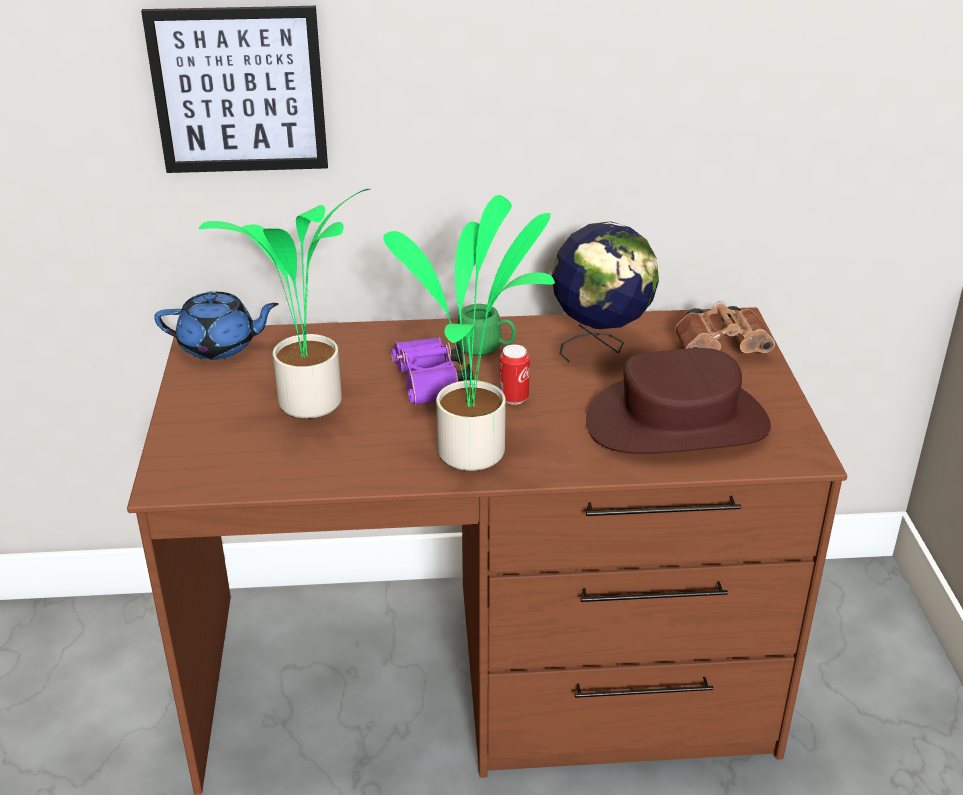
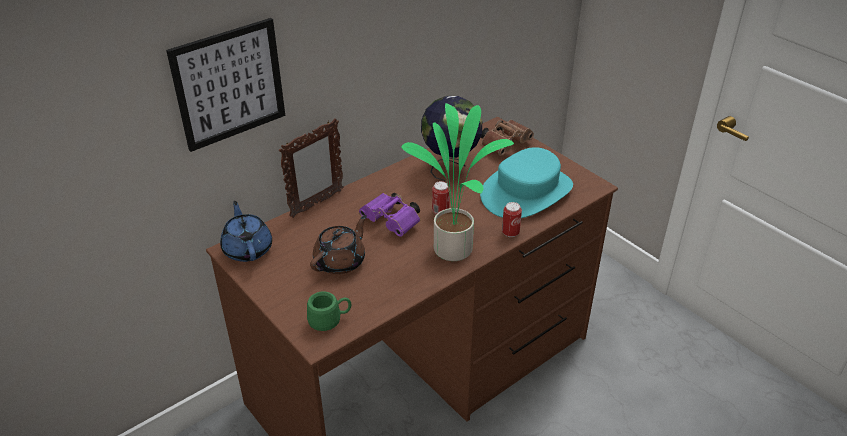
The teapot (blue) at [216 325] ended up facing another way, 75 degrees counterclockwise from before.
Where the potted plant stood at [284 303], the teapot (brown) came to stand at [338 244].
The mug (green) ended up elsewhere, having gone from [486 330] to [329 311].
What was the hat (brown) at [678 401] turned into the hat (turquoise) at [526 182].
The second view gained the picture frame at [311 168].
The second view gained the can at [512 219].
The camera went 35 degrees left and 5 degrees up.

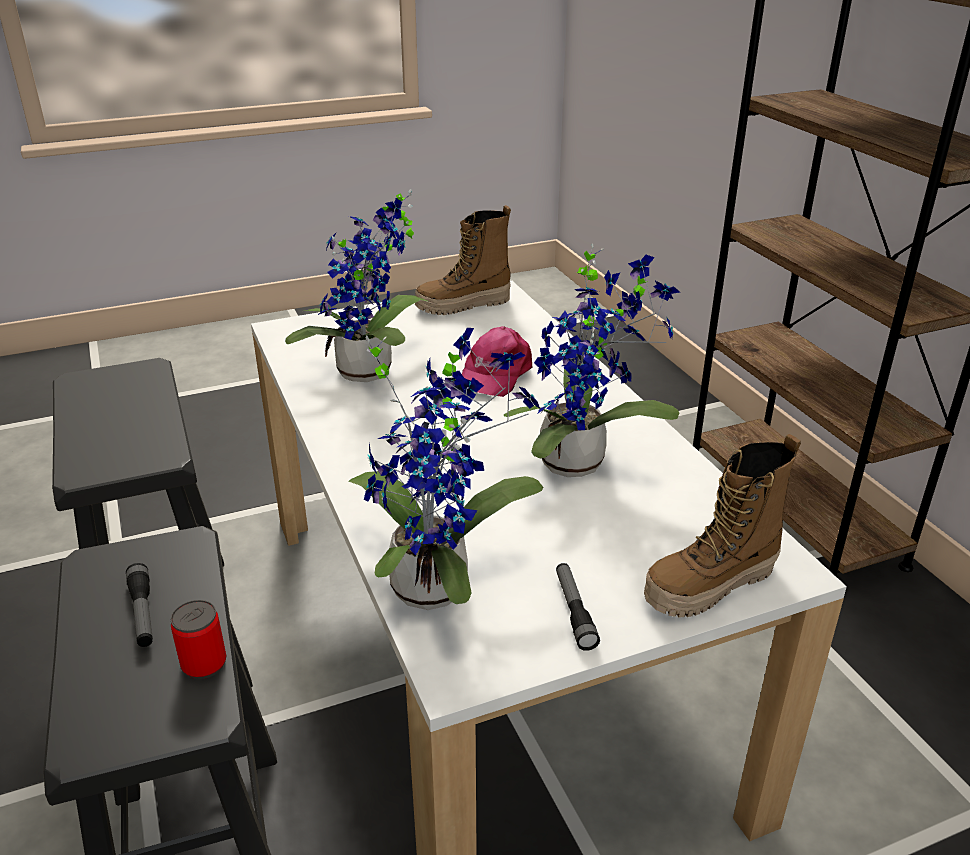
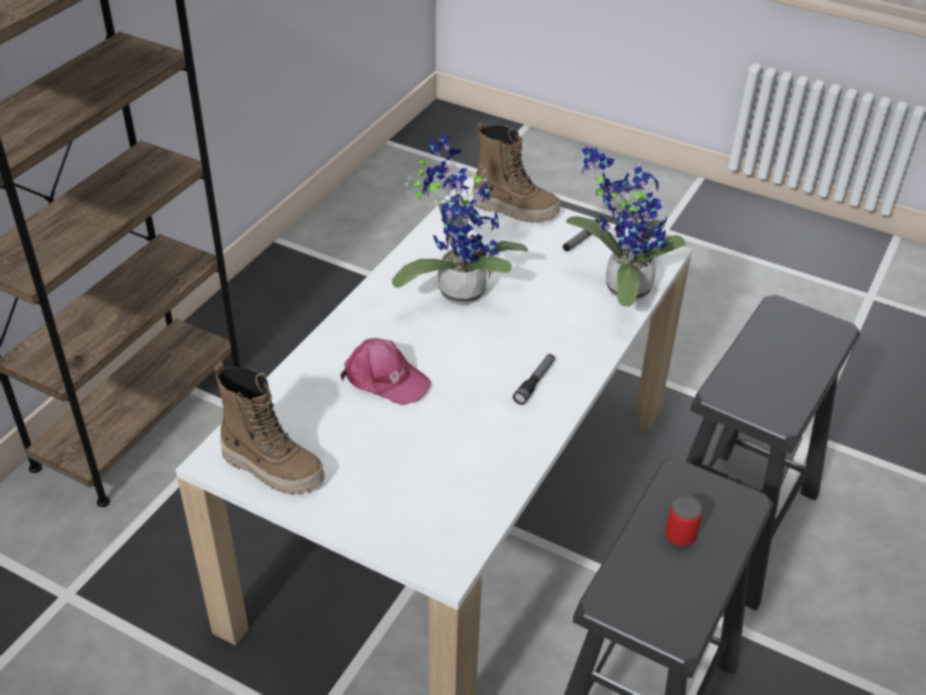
The flashlight ended up elsewhere, having gone from [139 605] to [534 379].
The can ended up elsewhere, having gone from [198 639] to [683 521].
The second view lost the potted plant at [357 285].
The cap (pink) at [497 361] ended up facing another way, 45 degrees clockwise from before.
The camera went 130 degrees left and 10 degrees up.

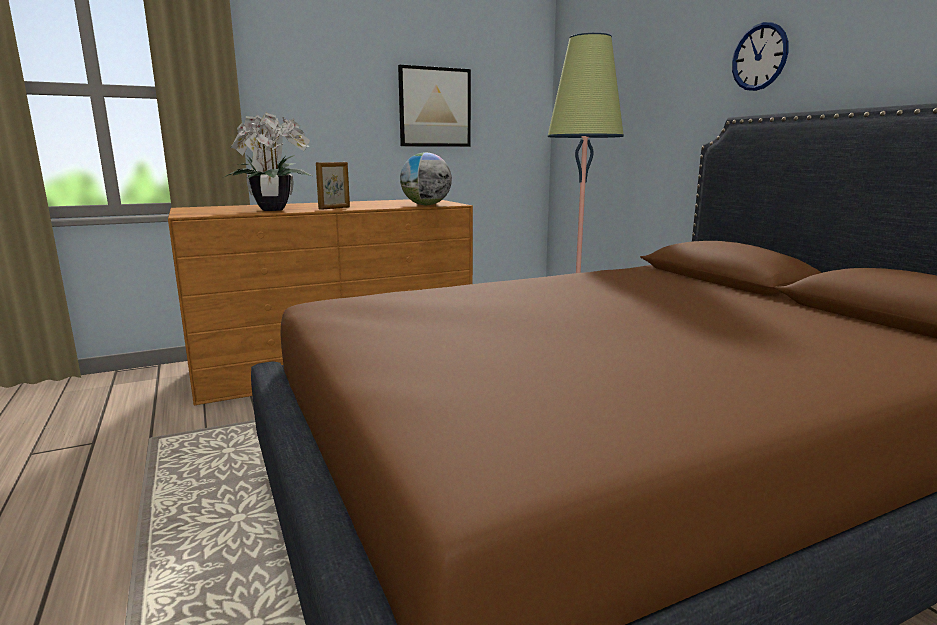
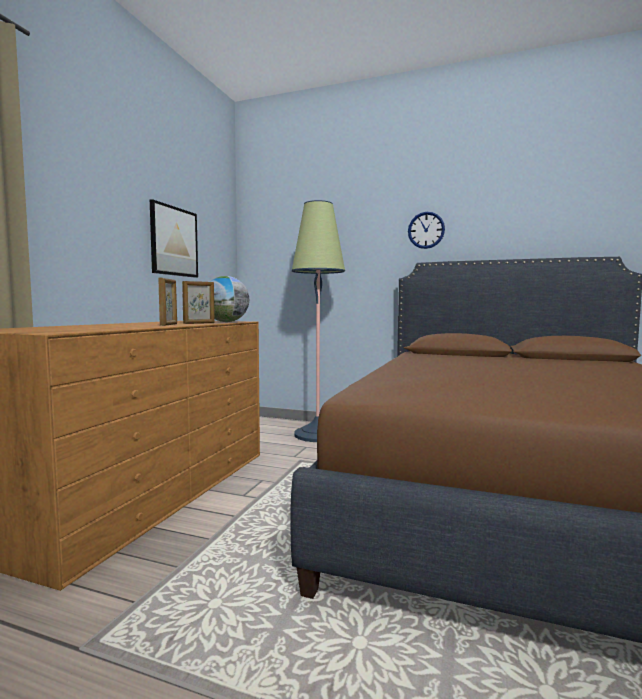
The second view lost the potted plant at [268 161].
The second view gained the picture frame at [198 302].
The camera went 45 degrees left and 10 degrees down.

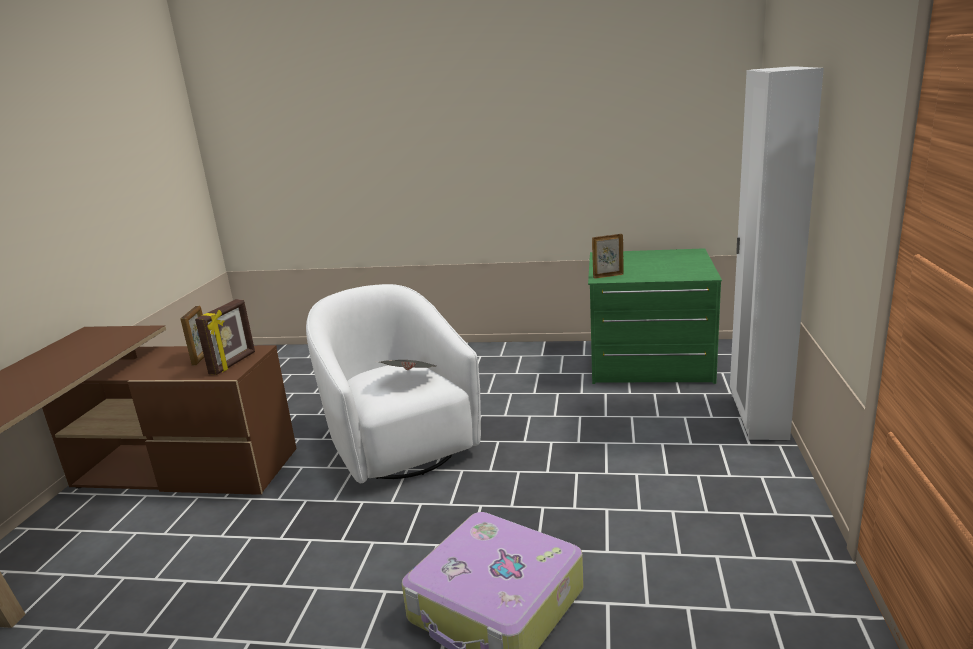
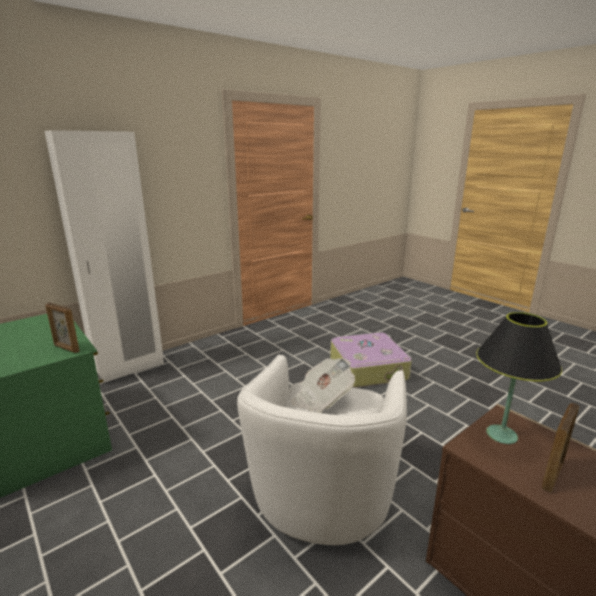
Where the picture frame stood at [225 337], the table lamp (black) came to stand at [519 378].
The camera went 140 degrees left and 0 degrees up.

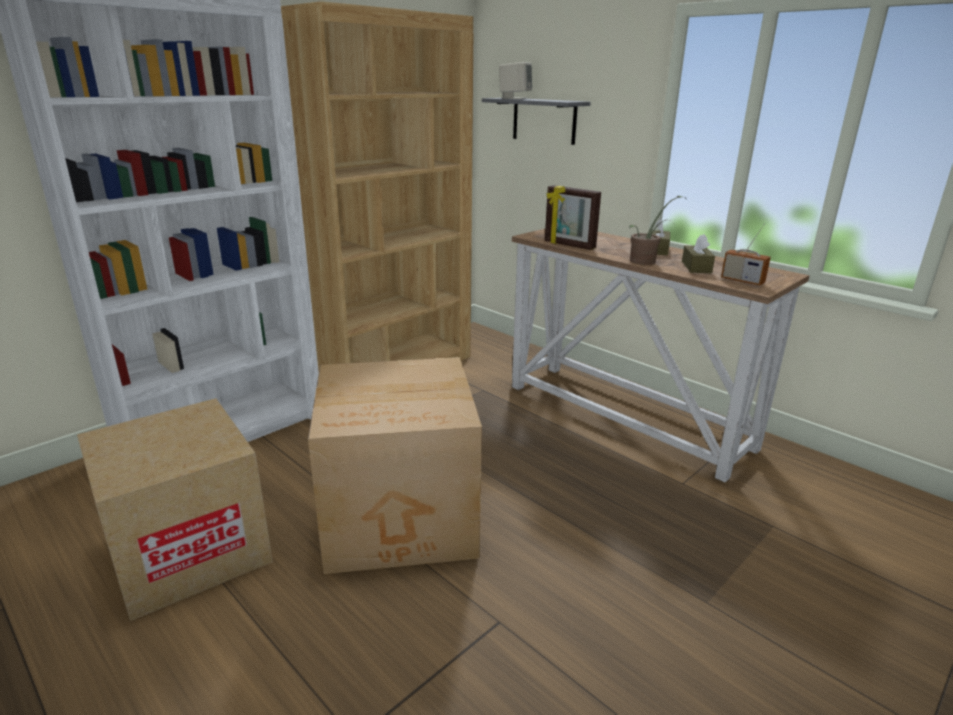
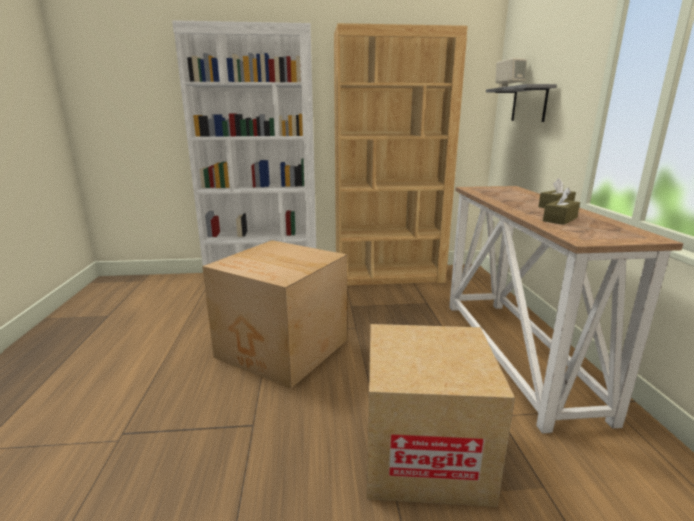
The cardboard box ended up elsewhere, having gone from [175 509] to [441 415].
The second view lost the picture frame at [573 217].
The second view lost the potted plant at [657 230].
The second view lost the radio at [746 254].
The camera went 40 degrees right and 5 degrees down.

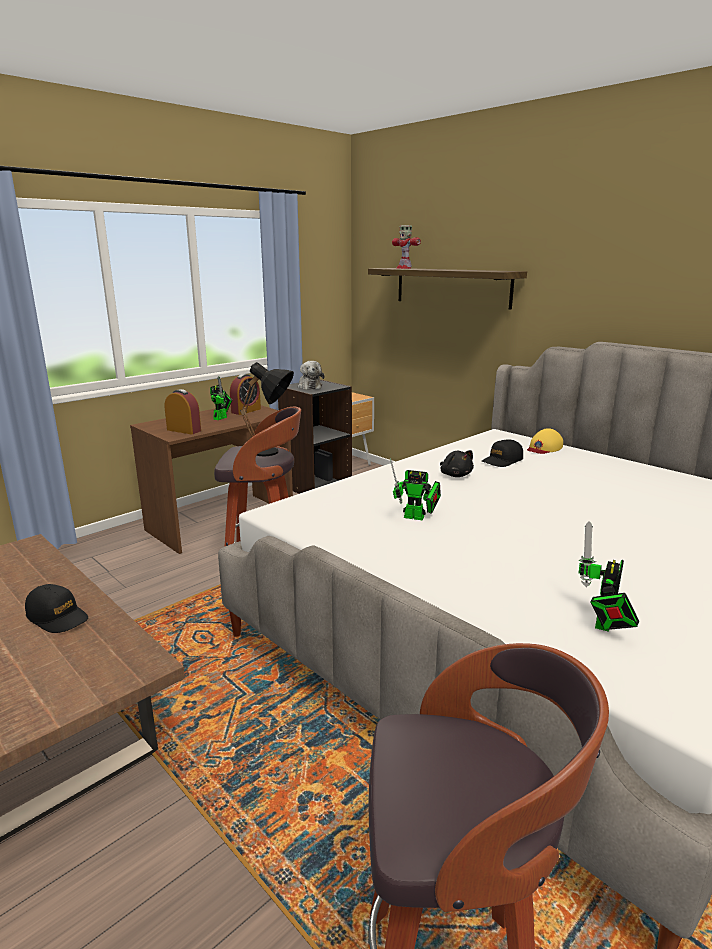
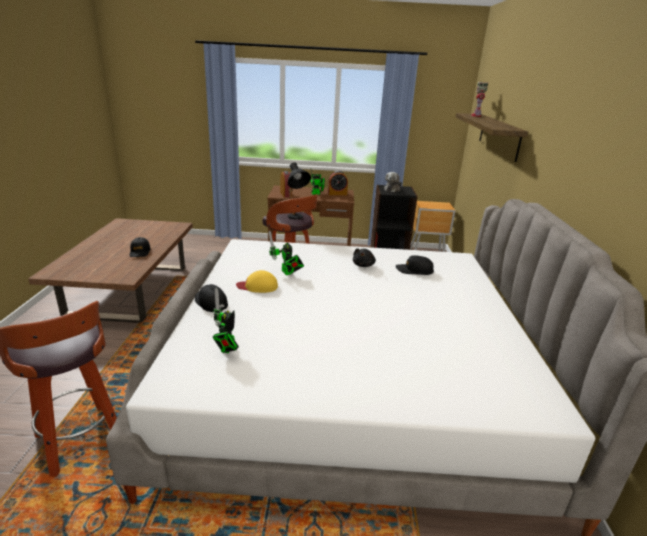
The cap (yellow) ended up elsewhere, having gone from [545 441] to [257 281].
The toy robot at [609 576] ended up facing another way, 60 degrees counterclockwise from before.
The second view gained the cap (black) at [211 298].
The camera went 45 degrees right and 5 degrees up.

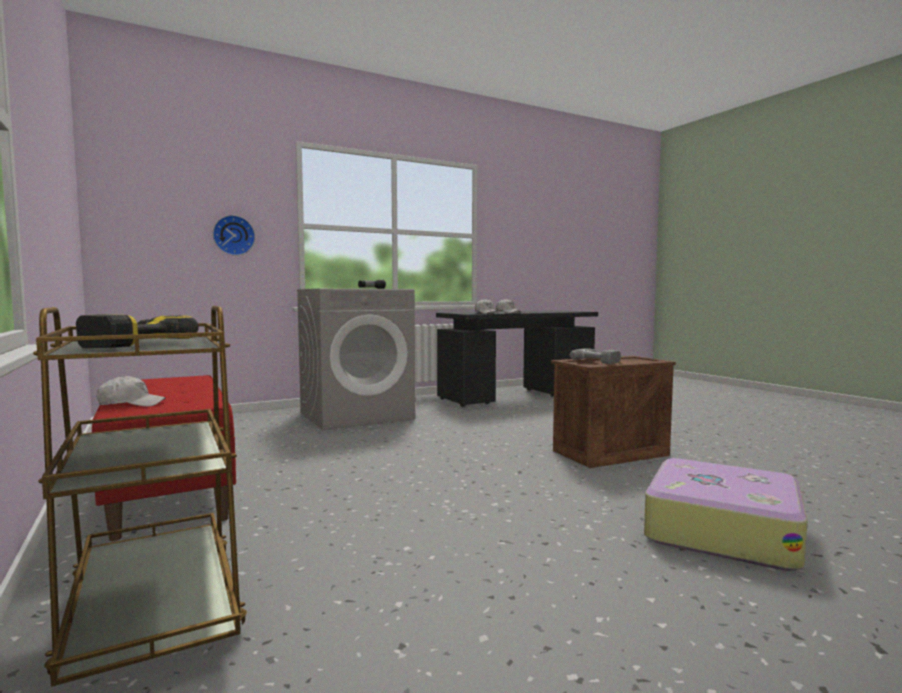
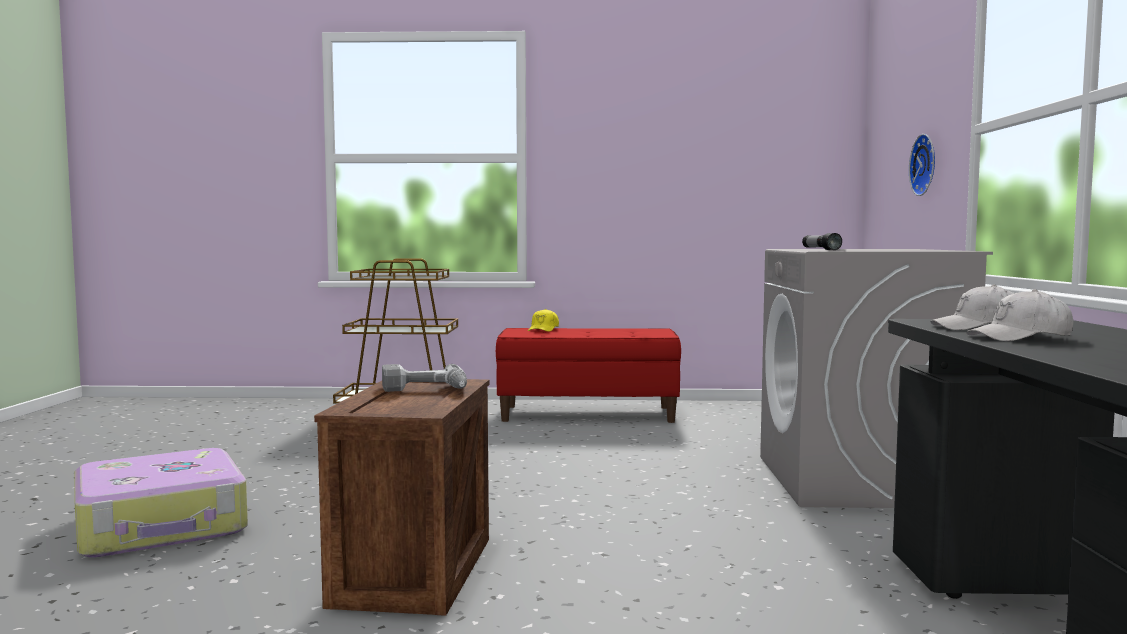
The second view lost the power drill at [137 331].
What was the cap (white) at [131 391] turned into the cap (yellow) at [543 320].
The camera went 120 degrees right and 0 degrees up.

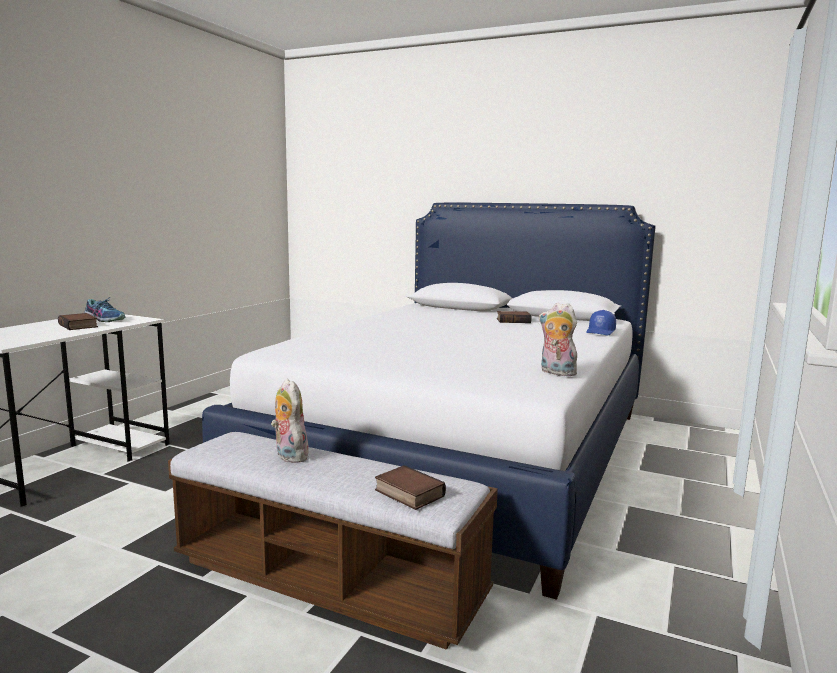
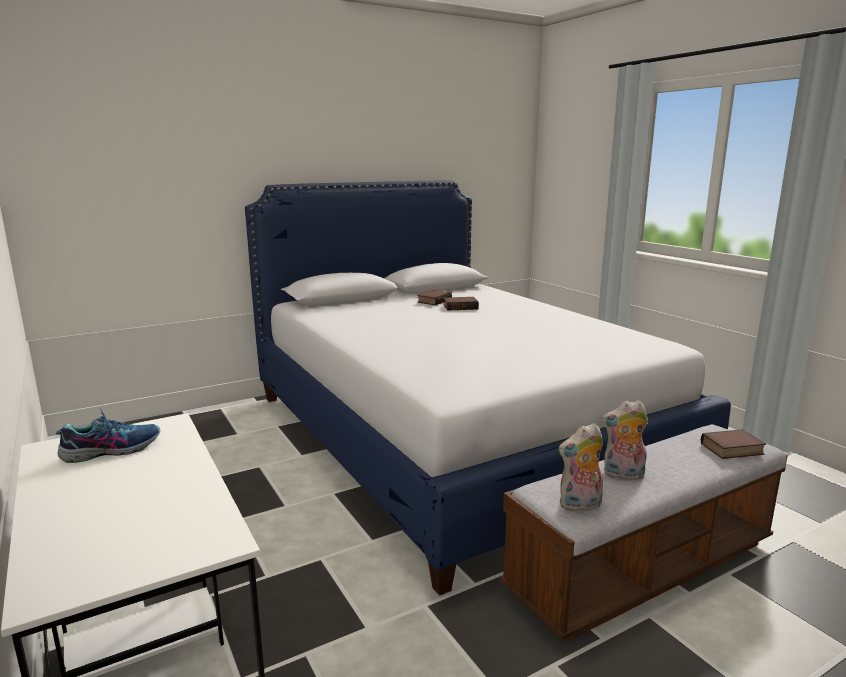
The book ended up elsewhere, having gone from [78 321] to [461 304].
The plush toy ended up elsewhere, having gone from [559 339] to [581 467].
The second view lost the cap (blue) at [601 322].
The camera went 55 degrees left and 5 degrees up.

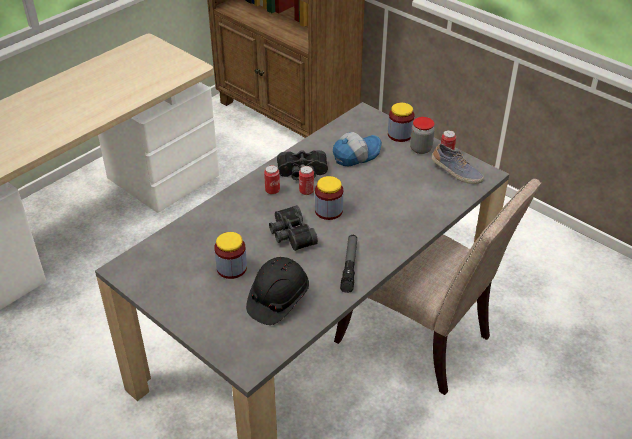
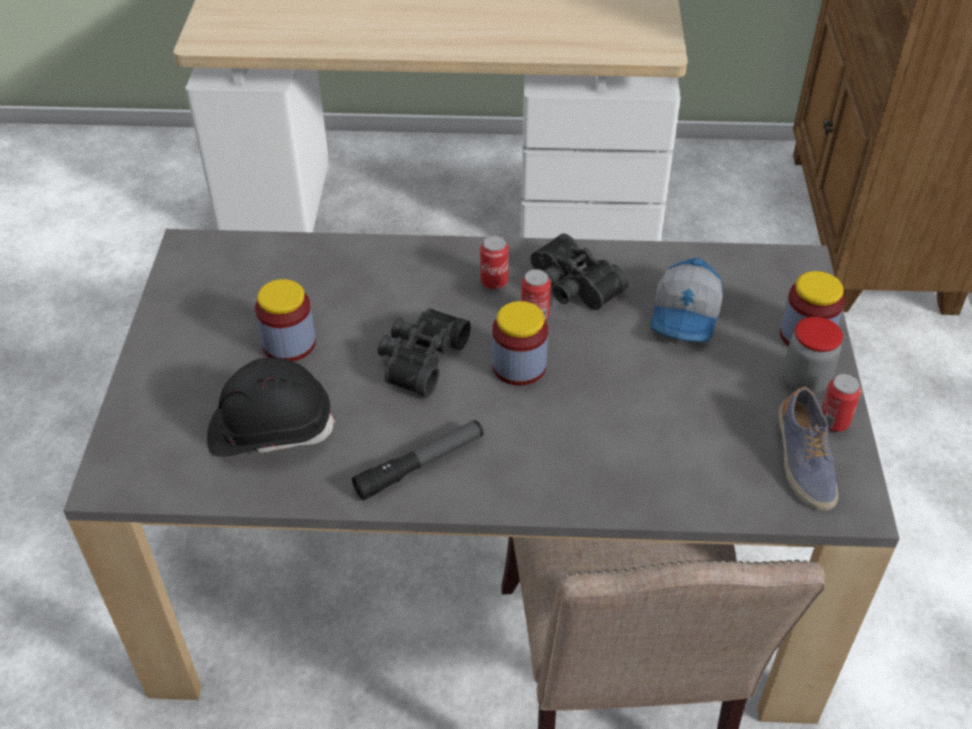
The cap at [357 149] ended up facing another way, 90 degrees clockwise from before.
The camera went 50 degrees right and 5 degrees up.

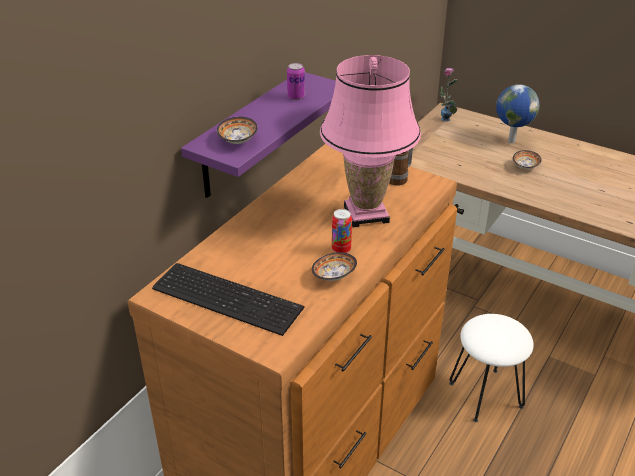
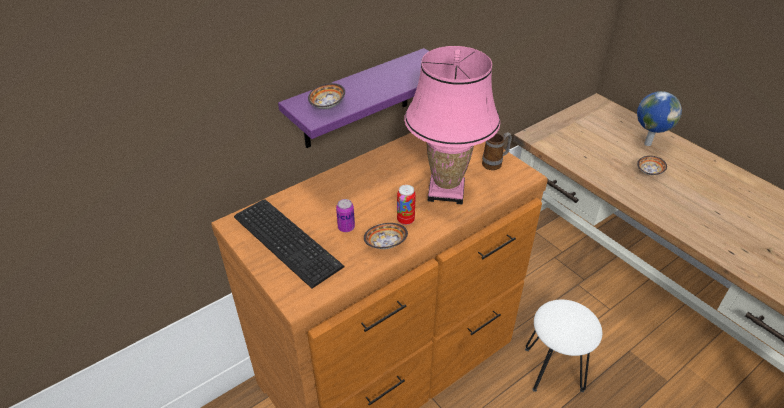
The can ended up elsewhere, having gone from [296 81] to [345 215].
The second view lost the vase at [448 95].
The camera went 20 degrees right and 5 degrees up.

